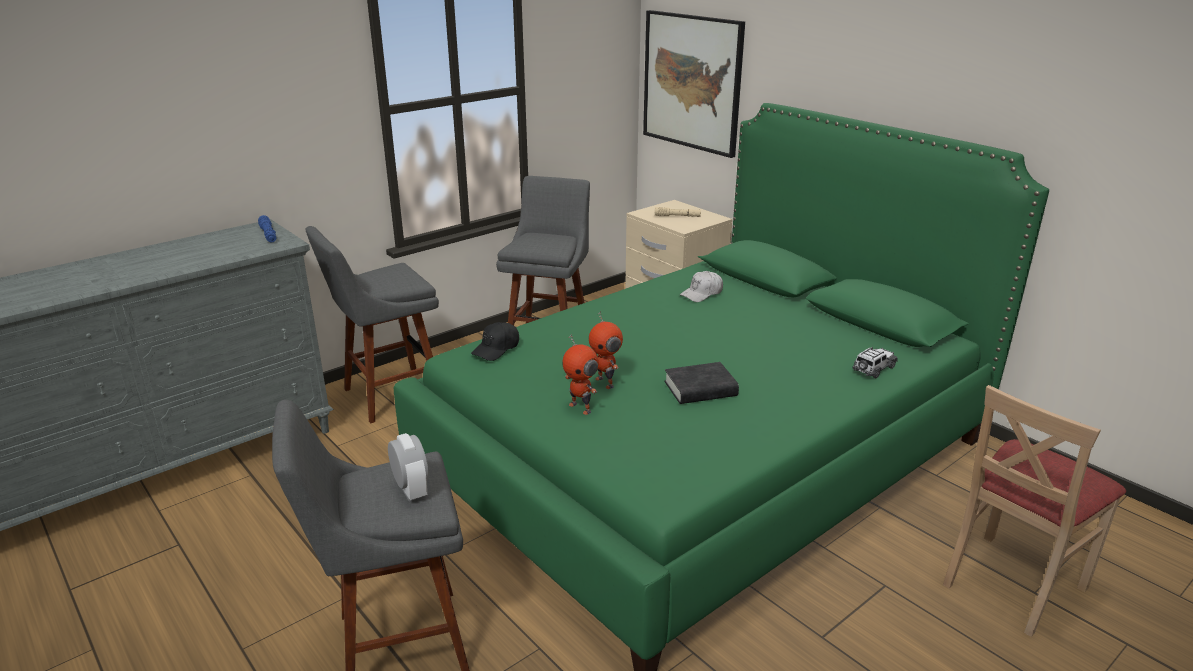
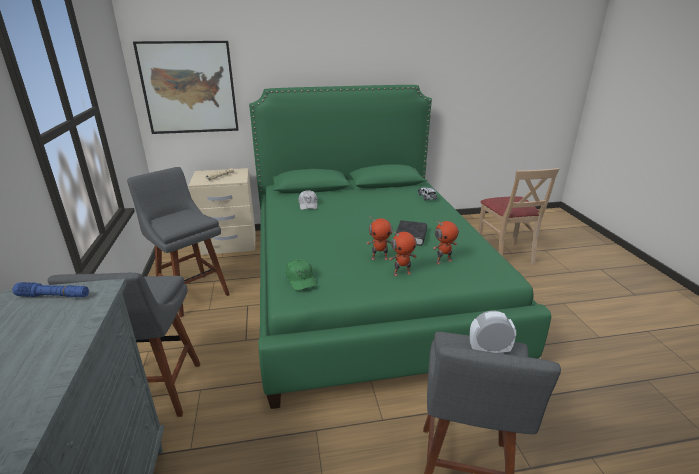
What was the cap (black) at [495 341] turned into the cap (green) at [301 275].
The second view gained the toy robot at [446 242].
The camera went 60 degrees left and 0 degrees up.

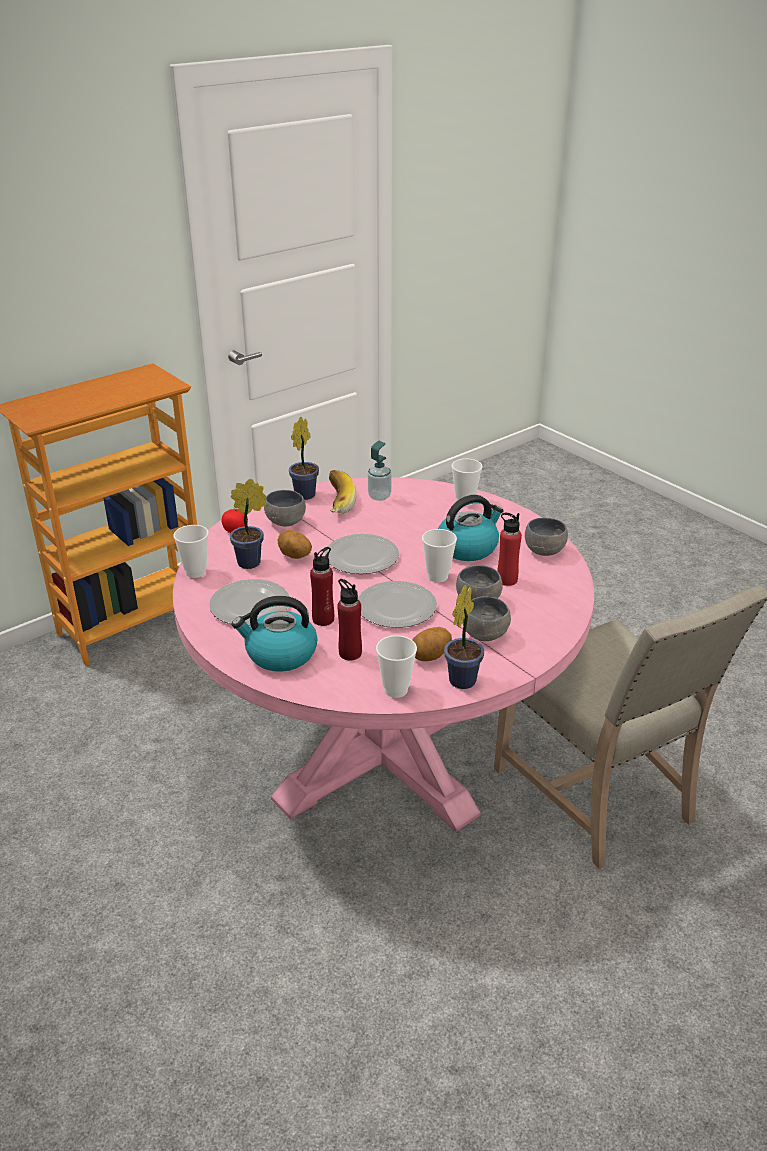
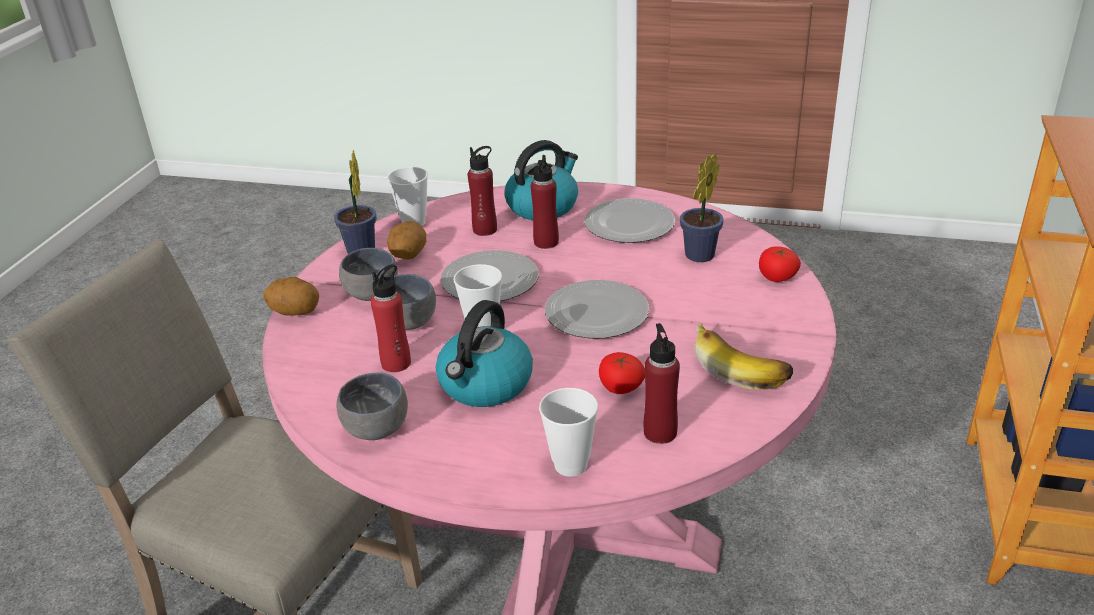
The second view lost the cup at [191 551].
The second view lost the bowl (grey) at [285 508].
The potato ended up elsewhere, having gone from [295 544] to [291 296].
The second view lost the potted plant at [304 458].
The second view lost the soap dispenser at [380 471].
The second view gained the tomato at [622 373].
The second view gained the bottle (red) at [662 383].
The camera went 145 degrees right and 0 degrees up.

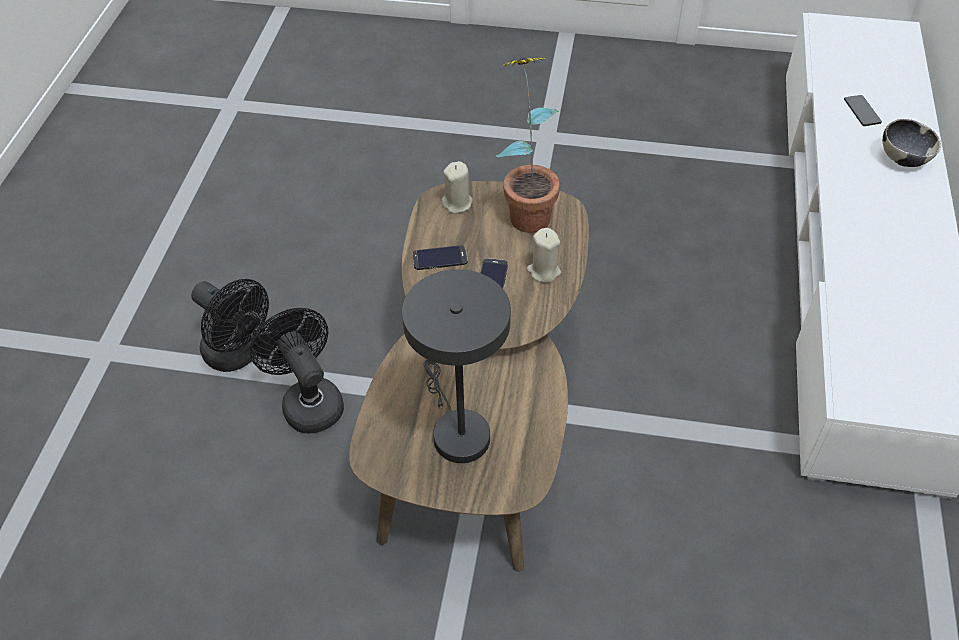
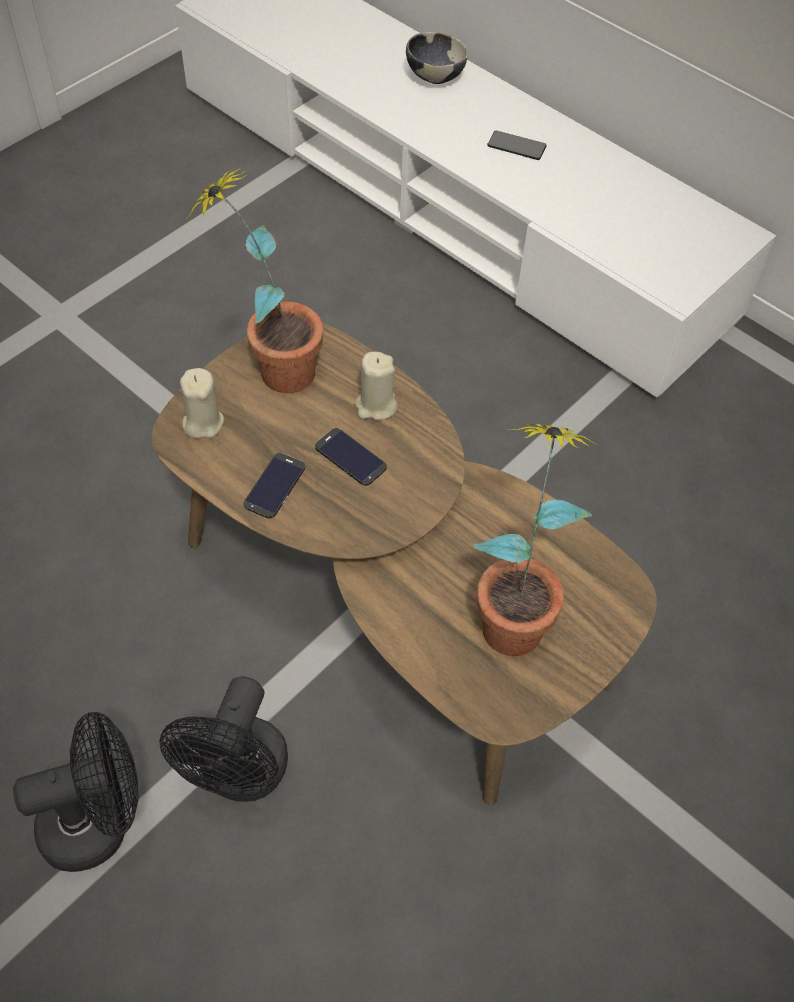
The fan (black) at [297 370] ended up facing another way, 75 degrees counterclockwise from before.
Where the table lamp (grey) stood at [456 366], the potted plant came to stand at [536 540].
The phone ended up elsewhere, having gone from [863 110] to [517 145].
The camera went 60 degrees left and 5 degrees up.

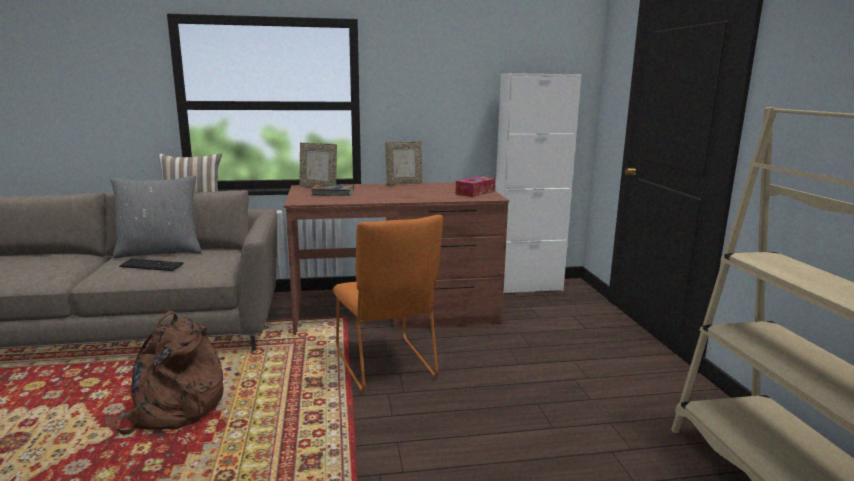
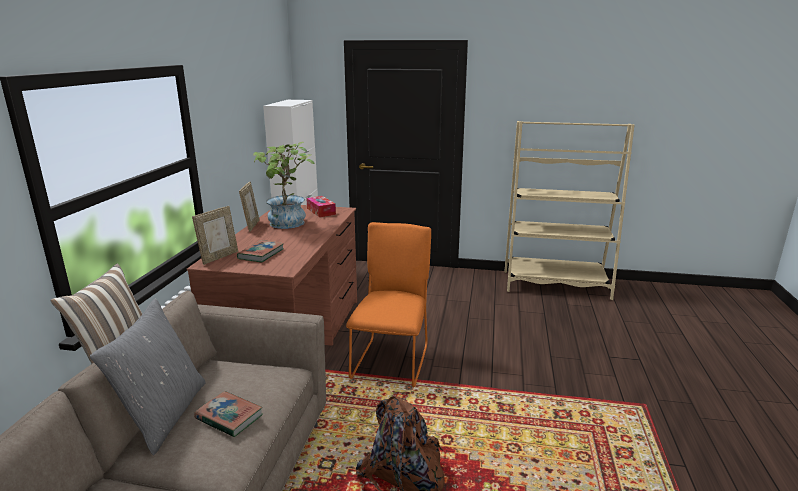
Where the keyboard stood at [151 264], the book came to stand at [228 414].
The chair (orange) at [388 303] ended up facing another way, 75 degrees counterclockwise from before.
The second view gained the potted plant at [283 185].
The camera went 70 degrees left and 5 degrees up.

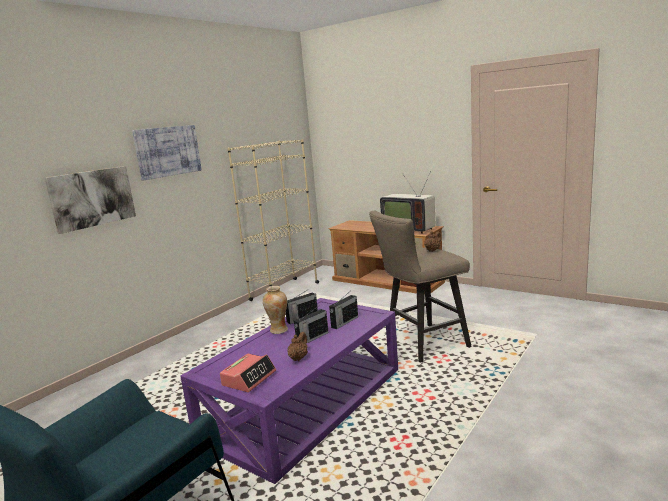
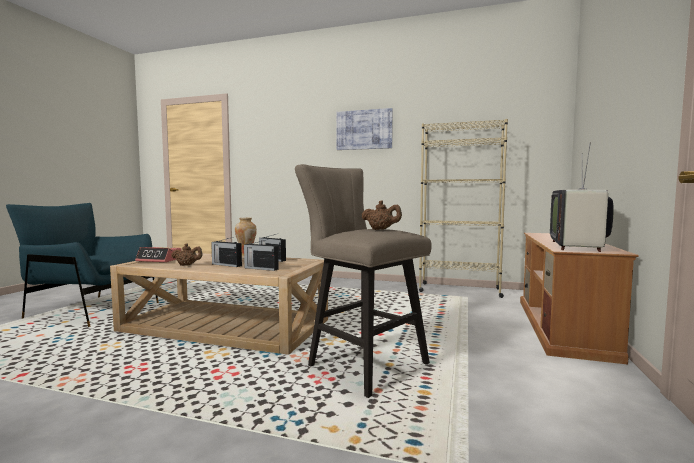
The second view lost the picture at [90 200].
What was the coffee table (purple) at [289 391] turned into the coffee table (beige) at [219 304].
The camera went 70 degrees right and 10 degrees down.

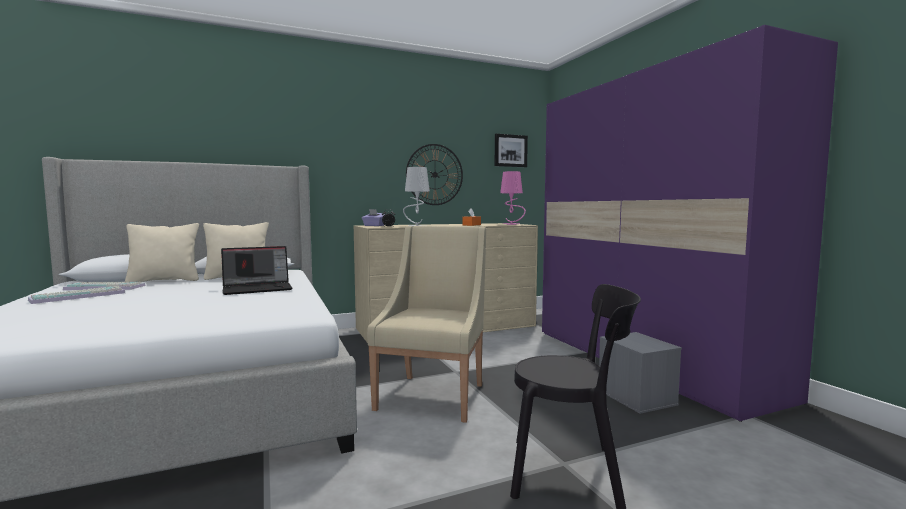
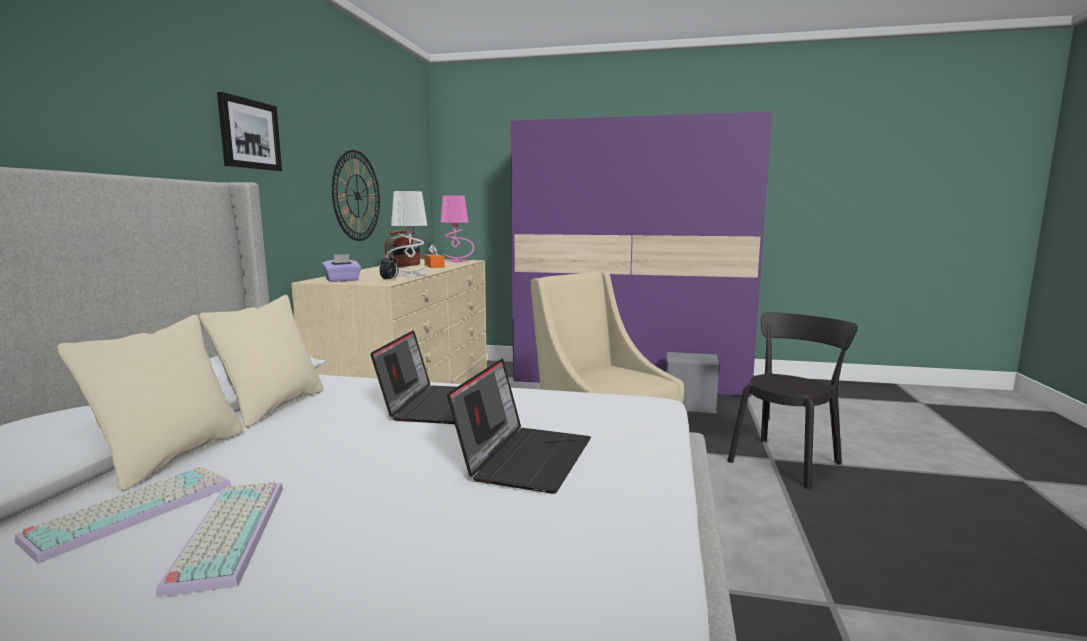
The picture ended up elsewhere, having gone from [511 150] to [249 131].
The second view gained the radio at [402 249].
The second view gained the laptop at [519 426].
The camera went 55 degrees left and 5 degrees up.

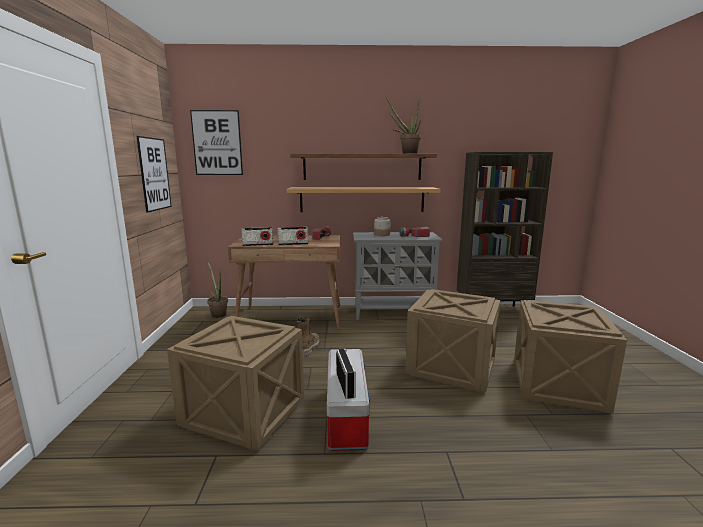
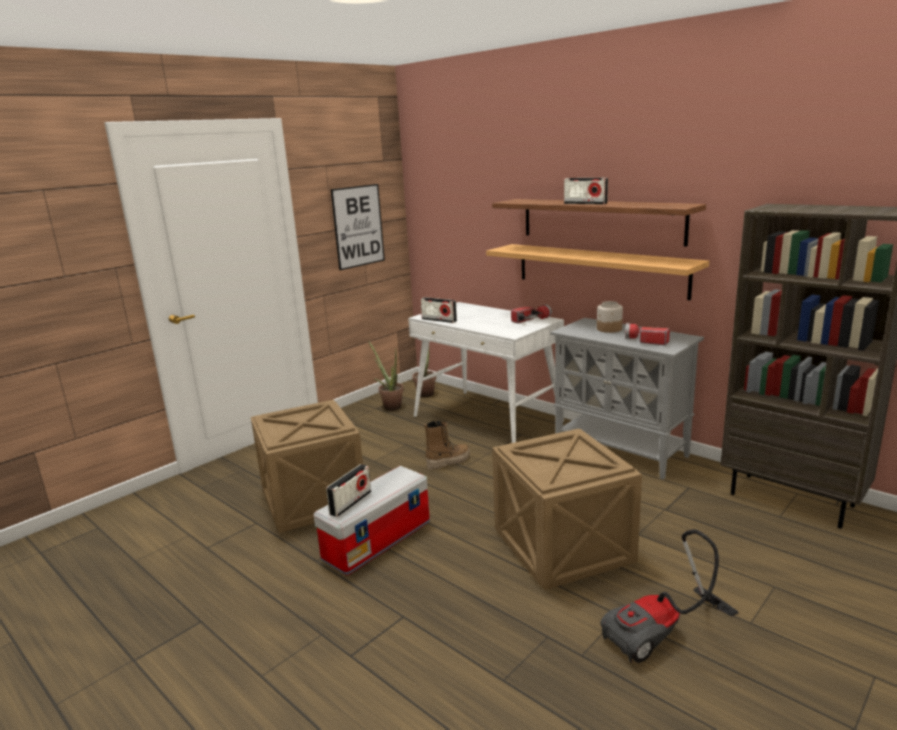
The second view lost the picture at [216 142].
What was the desk (brown) at [284 282] turned into the desk (white) at [486 372].
The radio ended up elsewhere, having gone from [292 236] to [586 191].
The potted plant ended up elsewhere, having gone from [403 125] to [386 375].
Where the crate stood at [570 356], the vacuum cleaner came to stand at [669 596].
The camera went 45 degrees right and 5 degrees up.

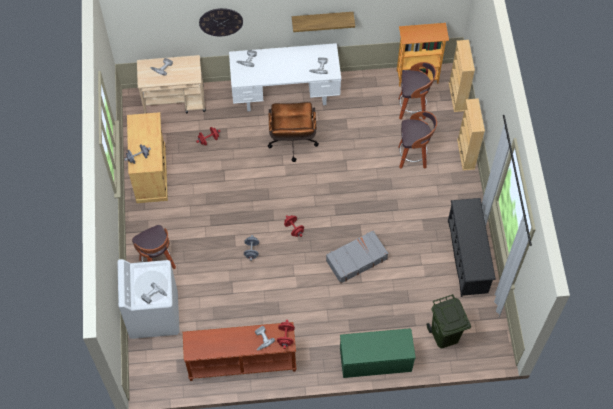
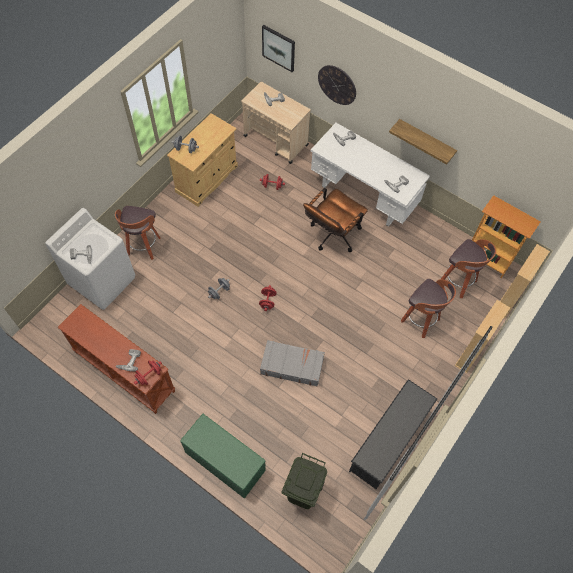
The second view gained the picture at [278 48].
The camera went 40 degrees right and 0 degrees up.

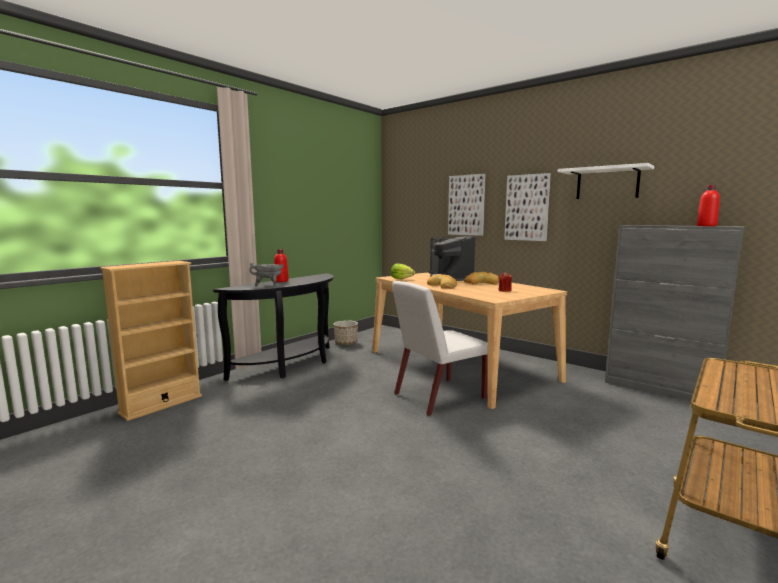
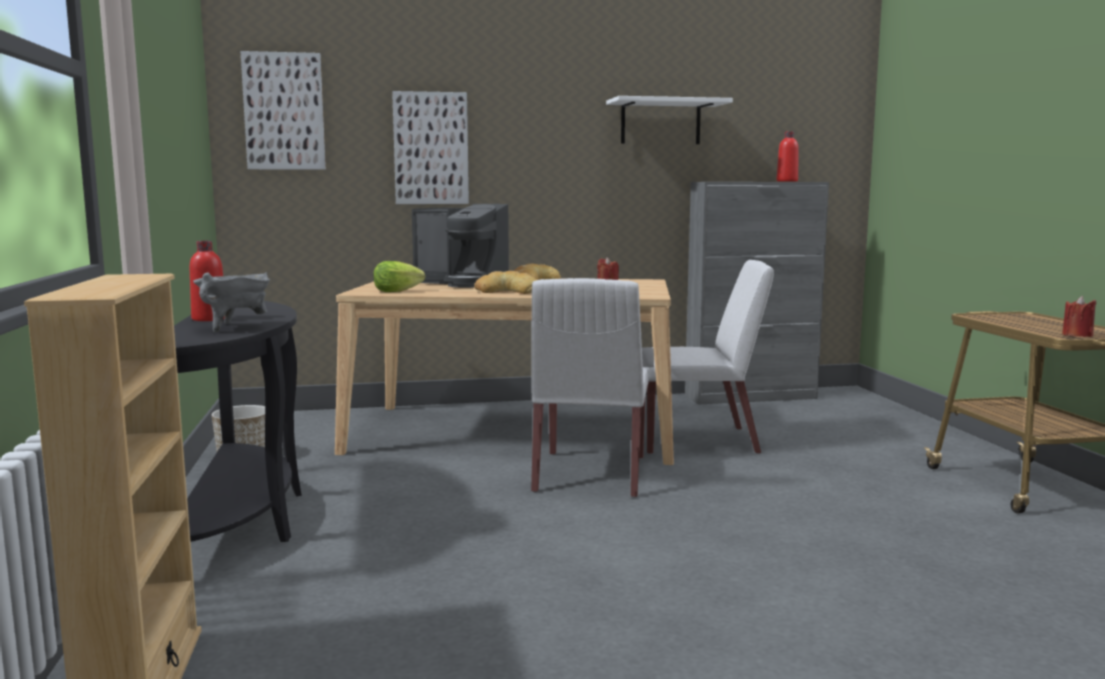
The picture ended up elsewhere, having gone from [527 207] to [283 110].
The second view gained the chair (white) at [708 357].
The second view gained the candle (red) at [1079 316].
The camera went 50 degrees left and 0 degrees up.

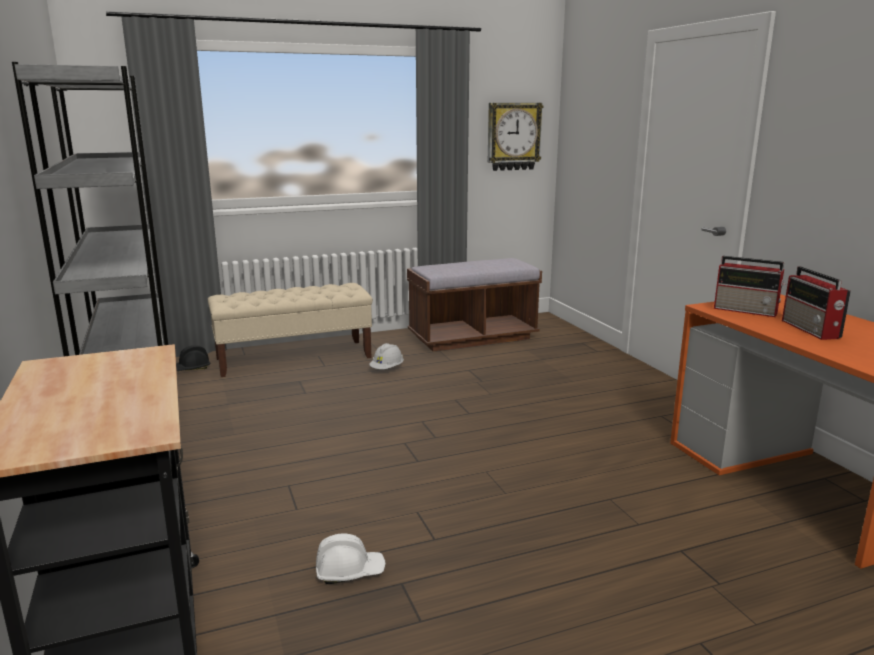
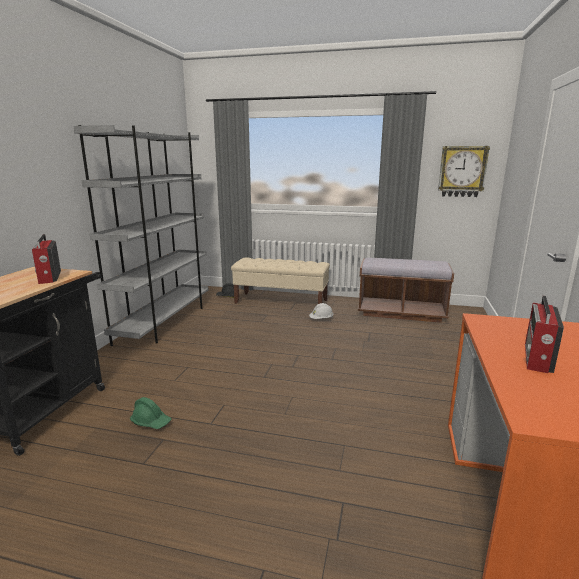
What was the hard hat (white) at [351 558] turned into the hard hat (green) at [151 413].
The radio ended up elsewhere, having gone from [750 286] to [46 259].
The camera went 35 degrees right and 0 degrees up.

